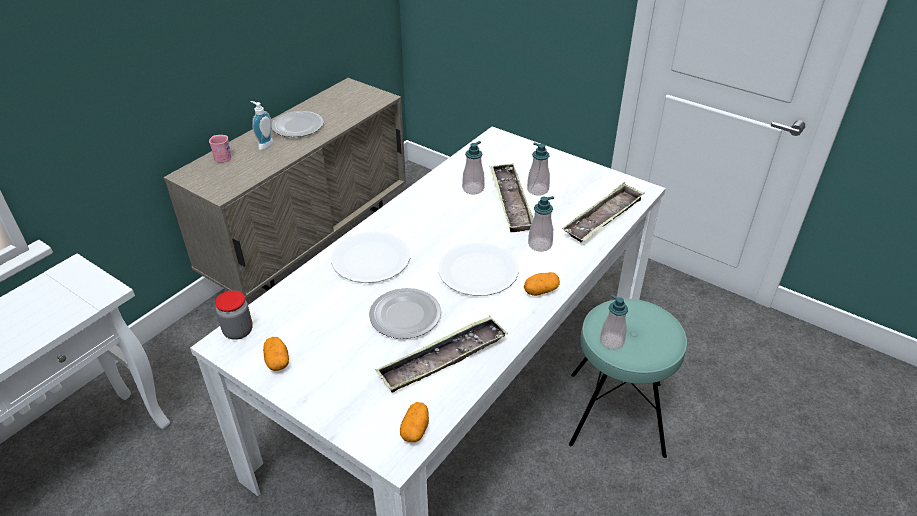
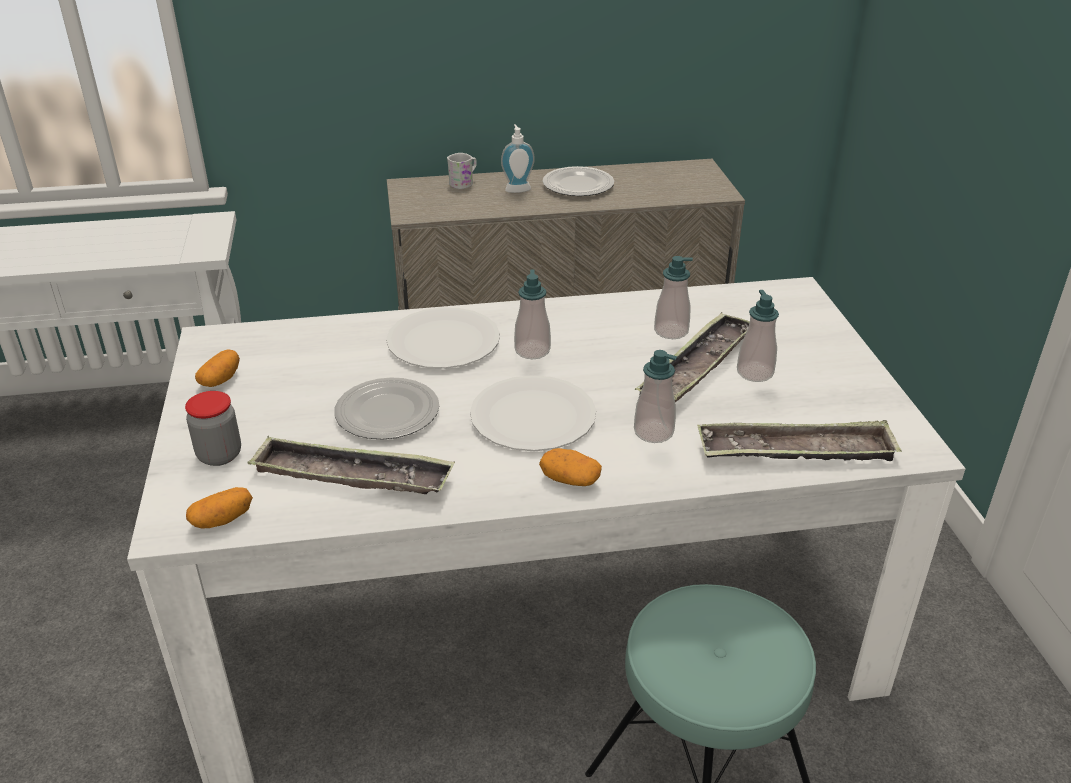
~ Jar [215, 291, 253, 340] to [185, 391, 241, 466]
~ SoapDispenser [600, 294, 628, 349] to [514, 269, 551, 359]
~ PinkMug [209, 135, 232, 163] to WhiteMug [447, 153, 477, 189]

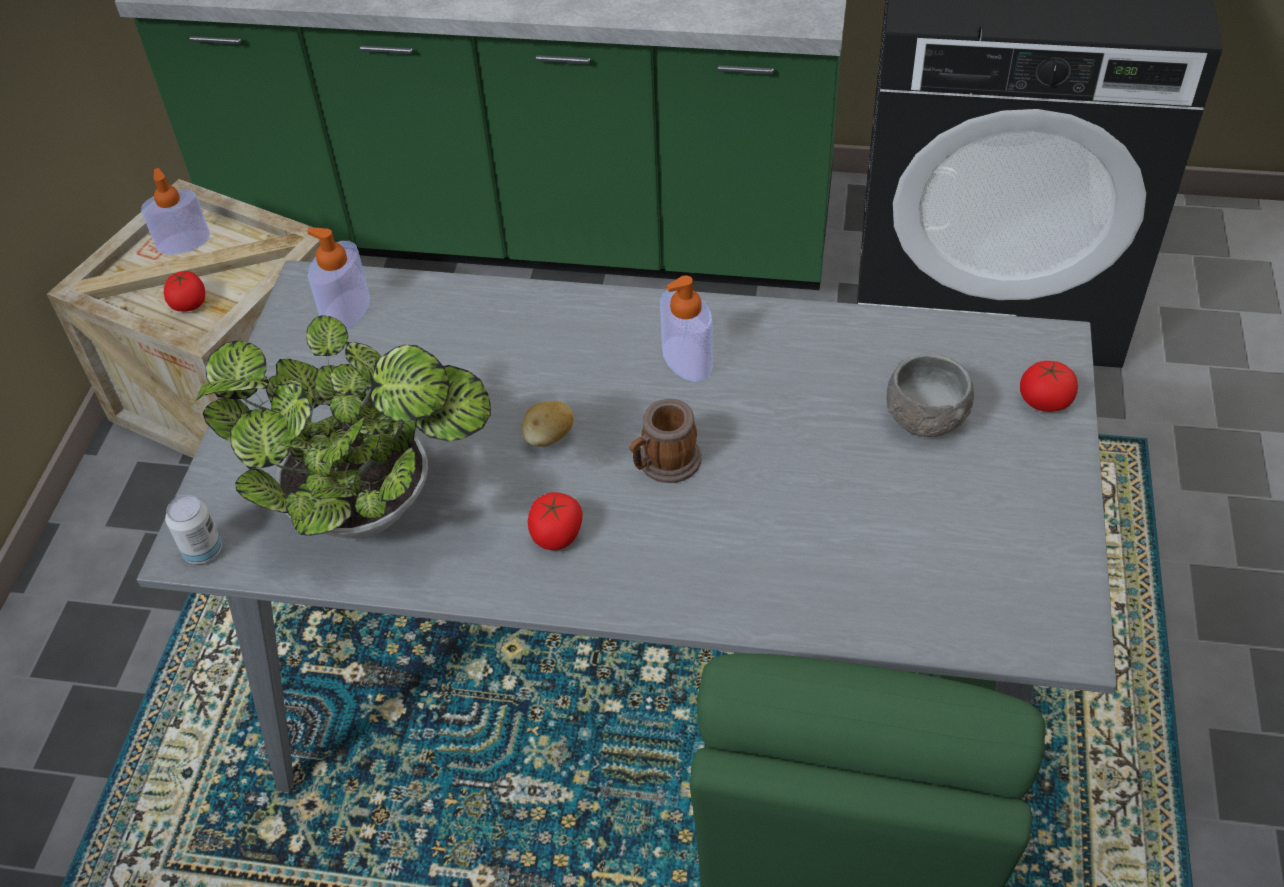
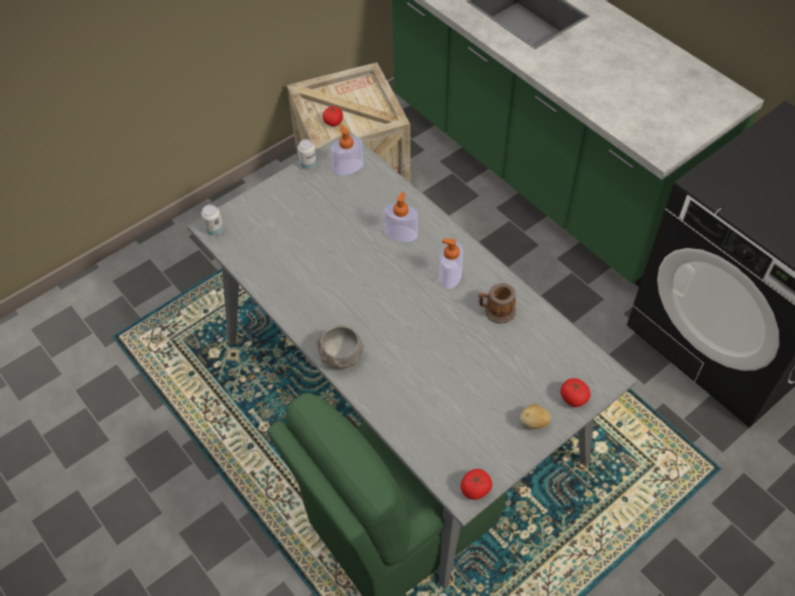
- PottedPlant [194, 315, 491, 539]
+ Can [298, 139, 317, 169]
~ SoapDispenser [141, 168, 210, 255] to [384, 192, 418, 242]
~ Potato [521, 401, 574, 447] to [520, 404, 551, 429]
~ Tomato [528, 492, 583, 550] to [461, 469, 492, 500]
~ Mug [630, 399, 702, 483] to [478, 283, 516, 324]
~ GreyBowl [887, 354, 974, 437] to [317, 325, 364, 369]

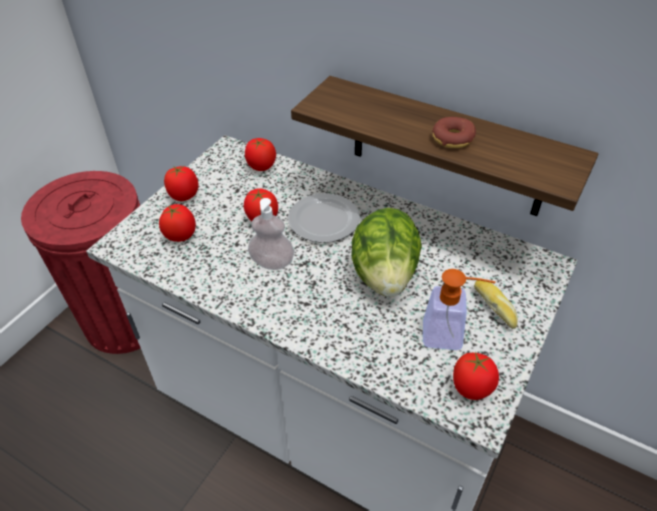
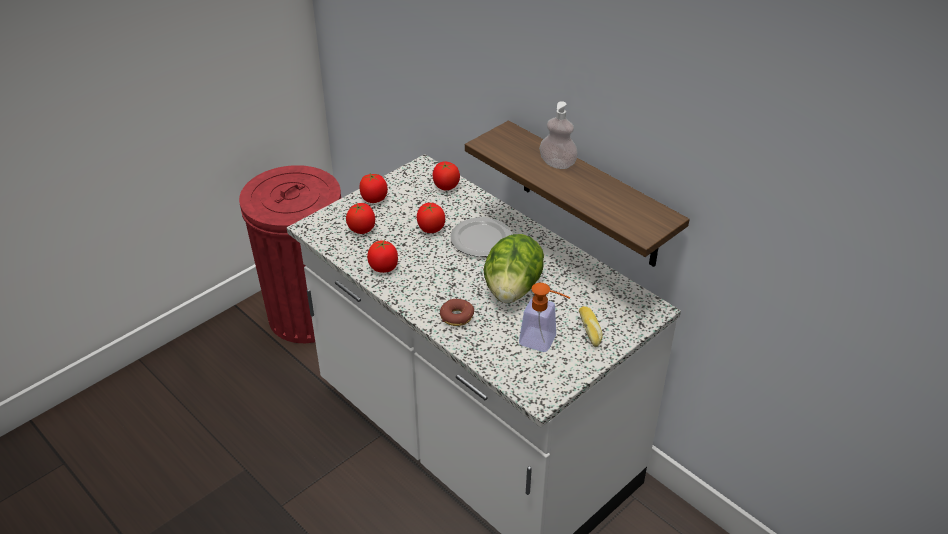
~ SoapDispenser [248, 198, 294, 270] to [539, 101, 578, 169]
~ Donut [432, 117, 476, 148] to [440, 299, 474, 326]
~ Tomato [453, 352, 499, 400] to [367, 240, 398, 273]

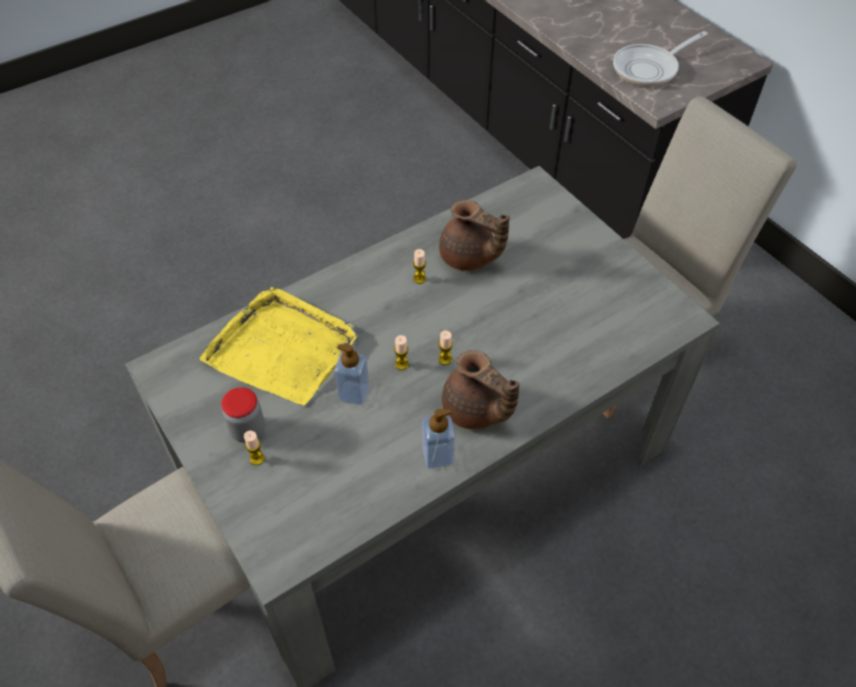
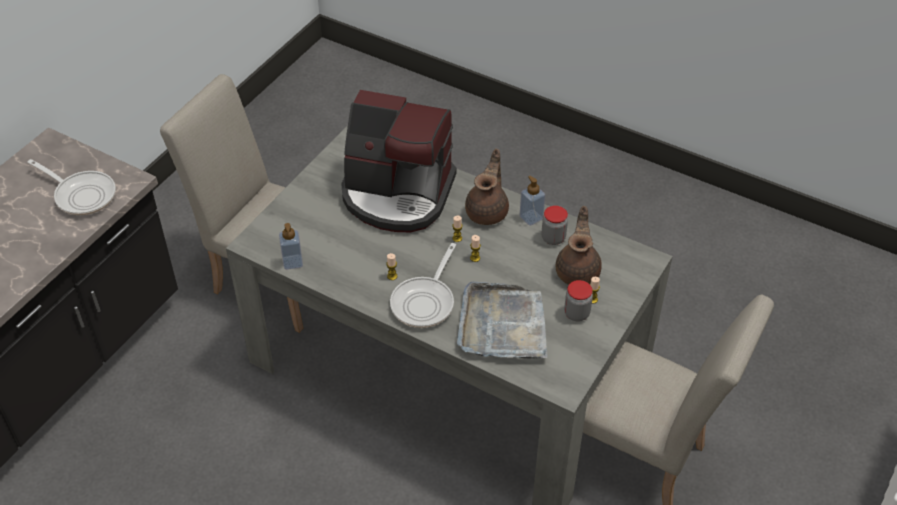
+ CoffeeMachine [341, 90, 456, 232]
+ FryingPan [390, 243, 456, 328]
+ Jar [542, 205, 568, 245]
~ SoapDispenser [334, 344, 369, 405] to [279, 223, 303, 270]
~ BrownTeapot [439, 200, 510, 271] to [556, 206, 602, 285]
~ YellowTray [200, 287, 358, 405] to GreyTray [457, 282, 548, 359]

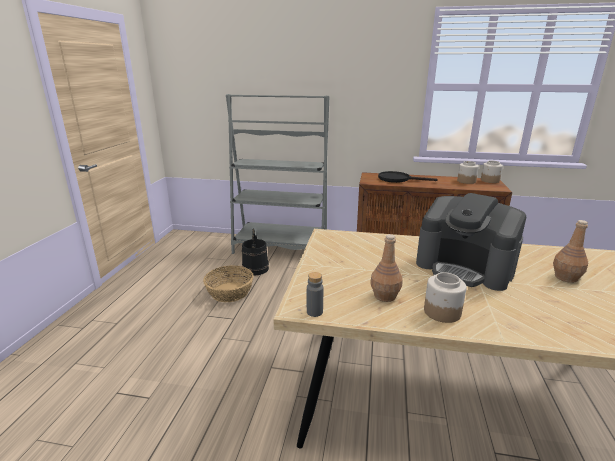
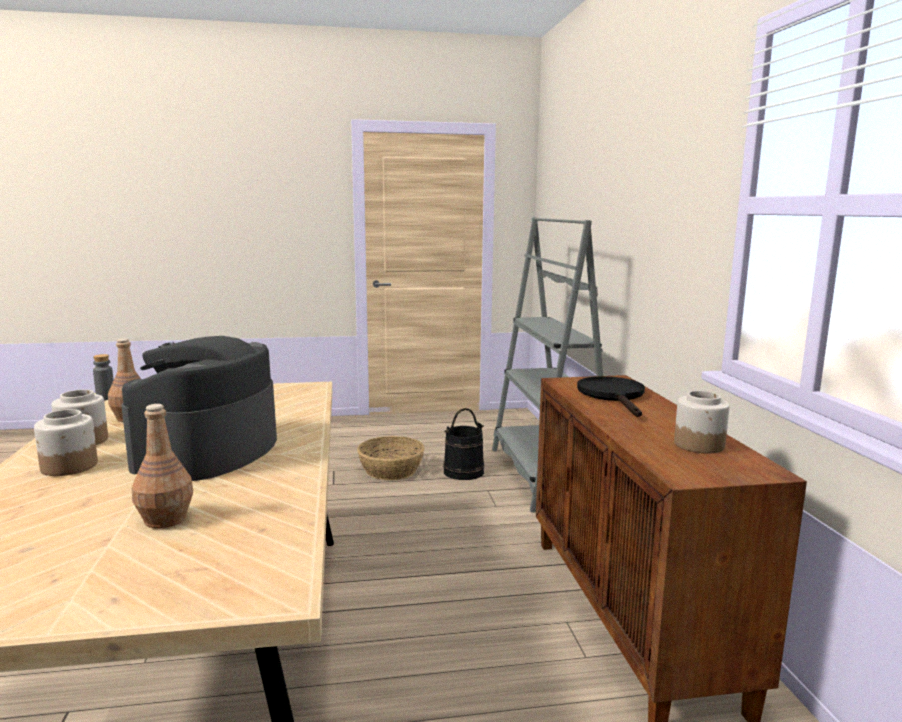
~ Jar [481, 161, 503, 183] to [34, 409, 98, 476]

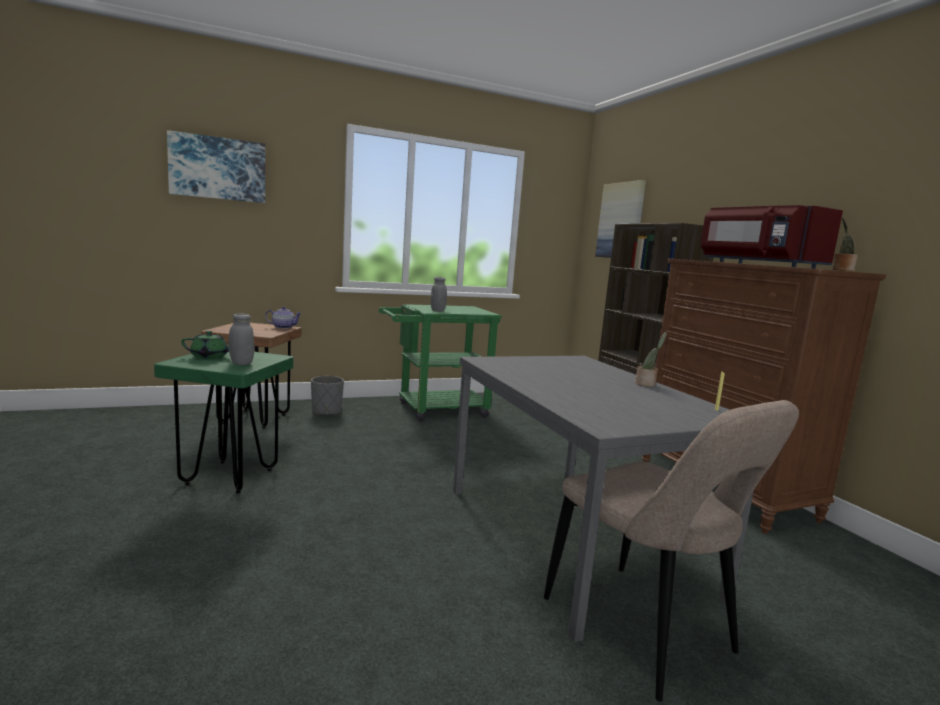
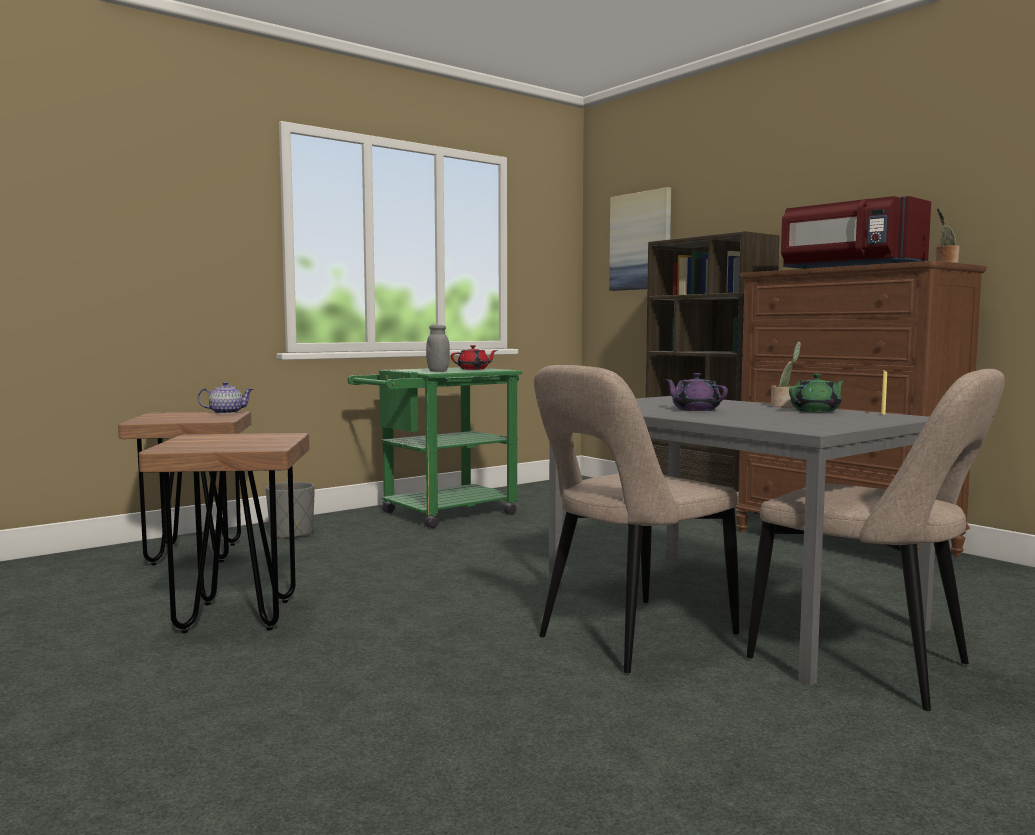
- Picture [167, 130, 265, 203]
- GreyJar [229, 314, 254, 365]
+ RedTeapot [451, 345, 497, 370]
+ BeigeChair [534, 365, 739, 673]
+ PurpleTeapot [665, 373, 728, 411]
~ GreenTeapot [181, 331, 229, 359] to [789, 374, 845, 412]
~ GreenStool [154, 352, 294, 493] to BrownStool [139, 433, 309, 633]

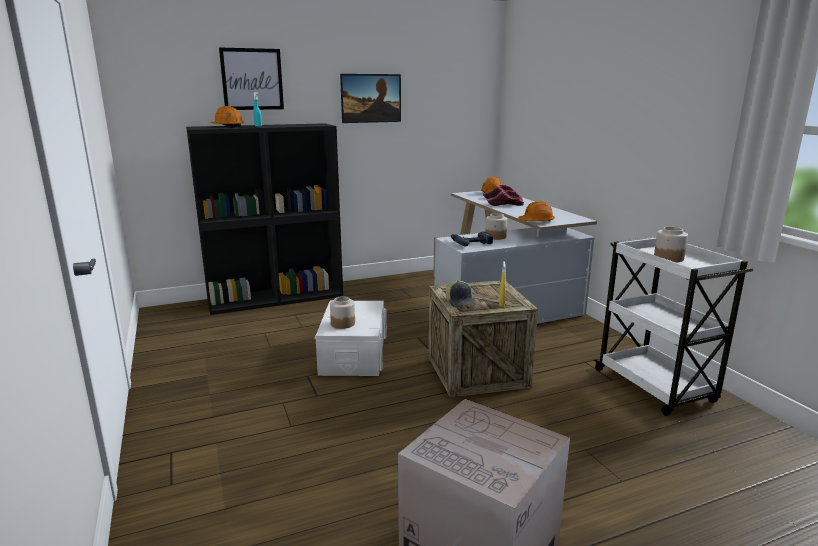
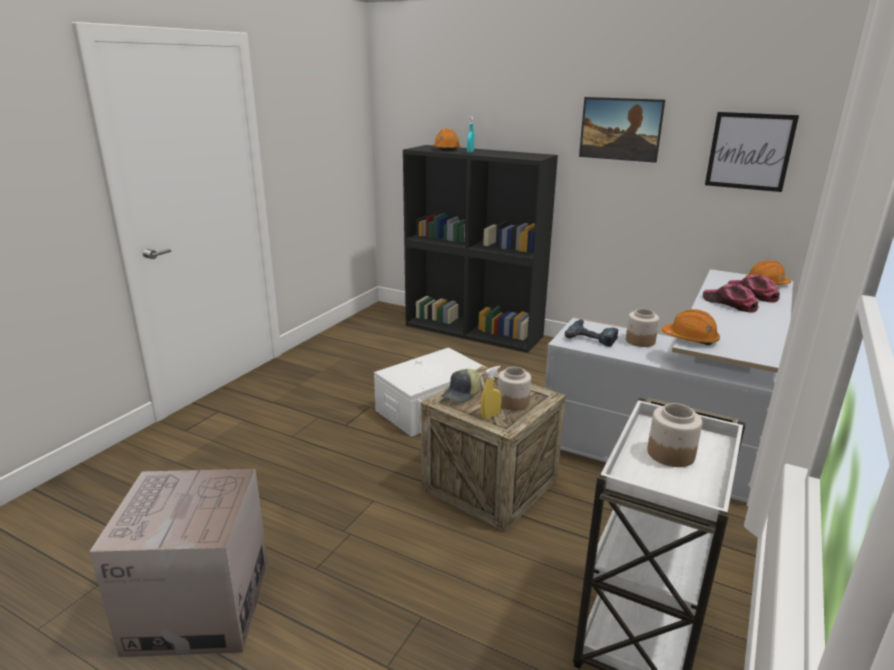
~ Picture [219, 47, 284, 110] to [705, 112, 799, 192]
~ Jar [330, 296, 355, 329] to [498, 367, 531, 411]

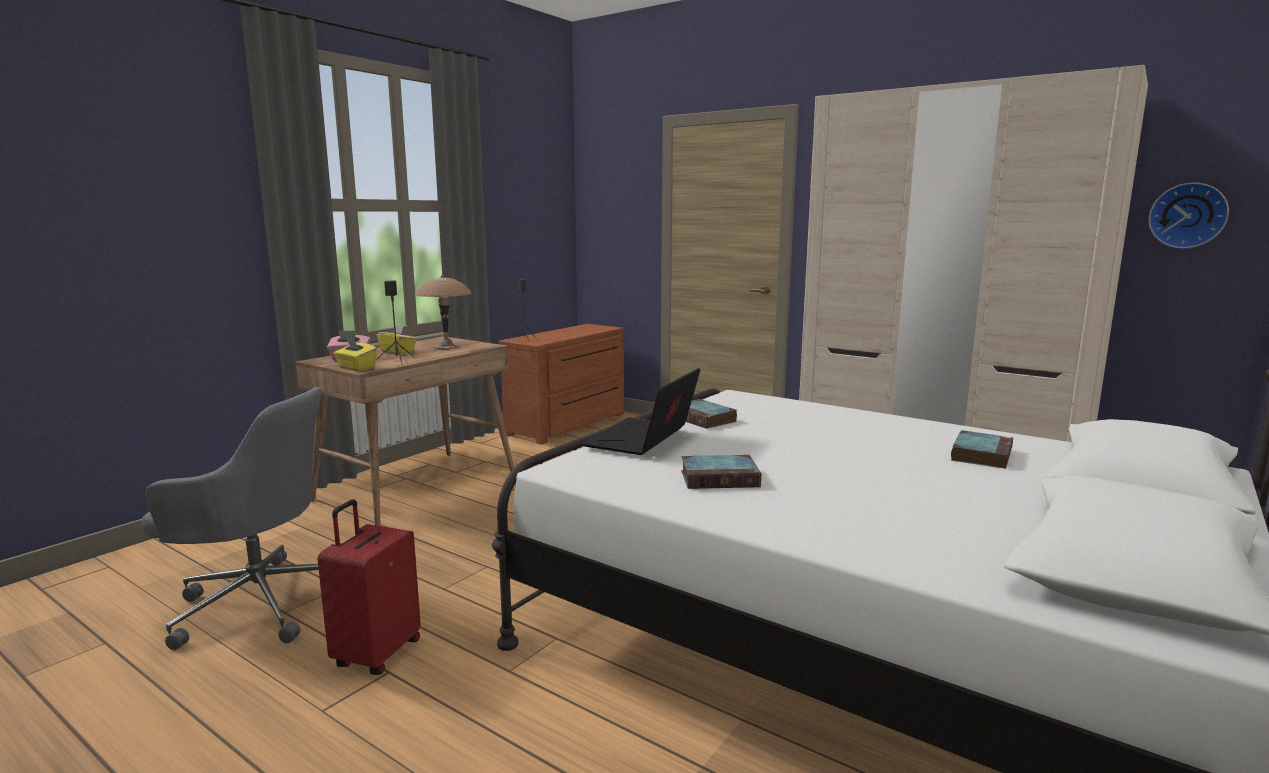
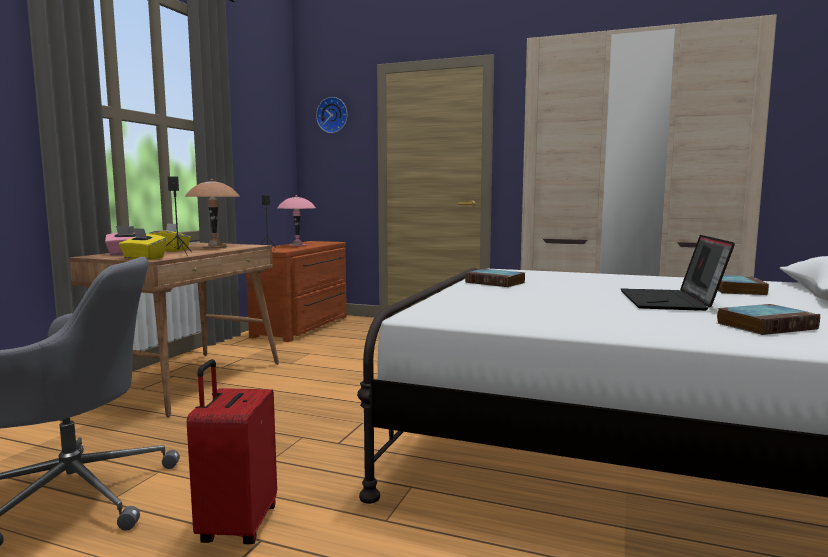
+ PinkTableLamp [277, 195, 316, 246]
~ Laptop [582, 368, 700, 455] to [621, 235, 735, 311]
~ Book [681, 455, 761, 489] to [717, 304, 820, 335]
~ WallClock [1148, 183, 1229, 249] to [316, 97, 347, 133]

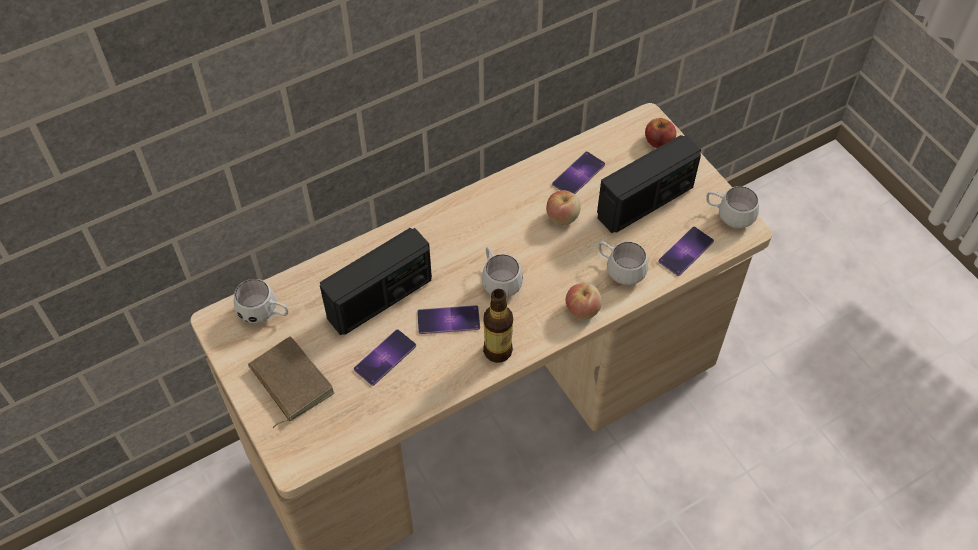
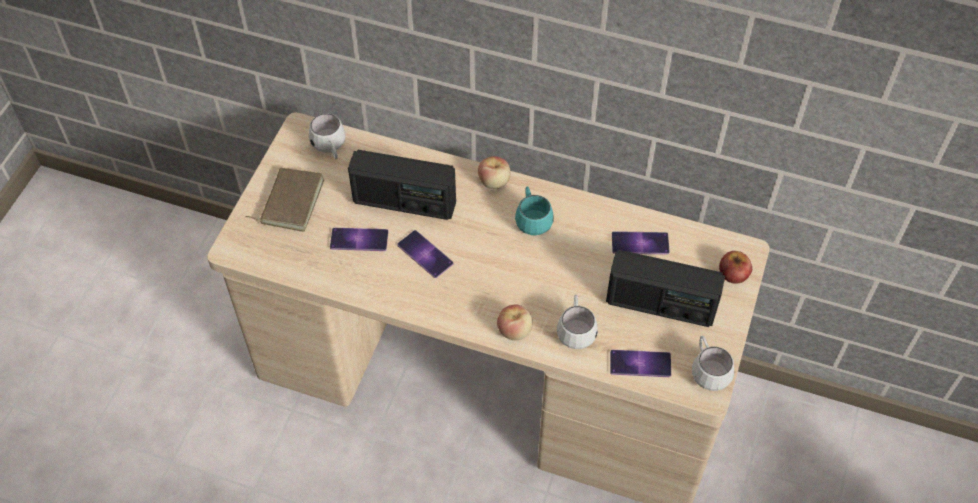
- WhiteMug [481, 247, 523, 297]
- Bottle [483, 289, 513, 363]
+ TurquoiseMug [515, 186, 554, 235]
~ Apple [546, 190, 581, 225] to [478, 156, 511, 189]

